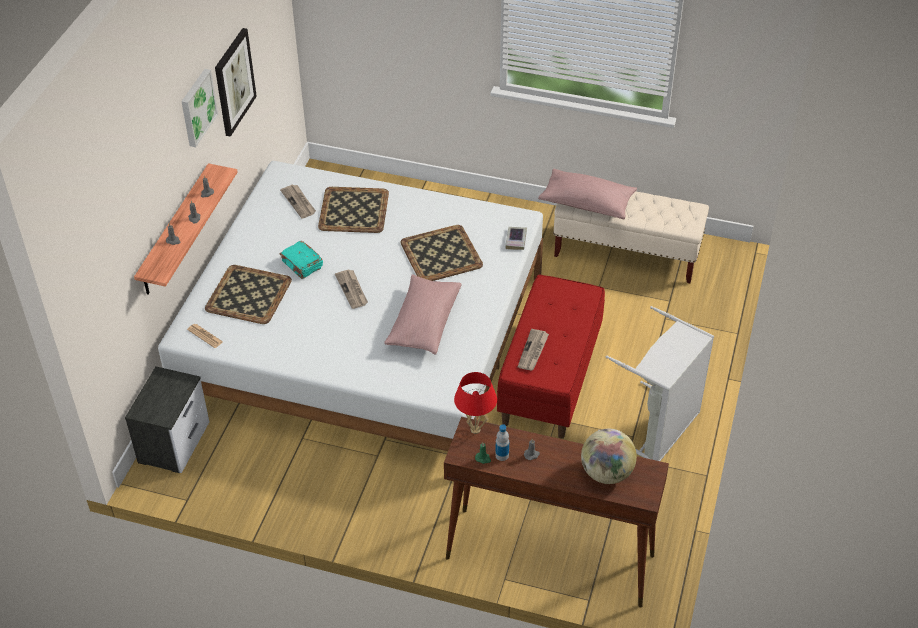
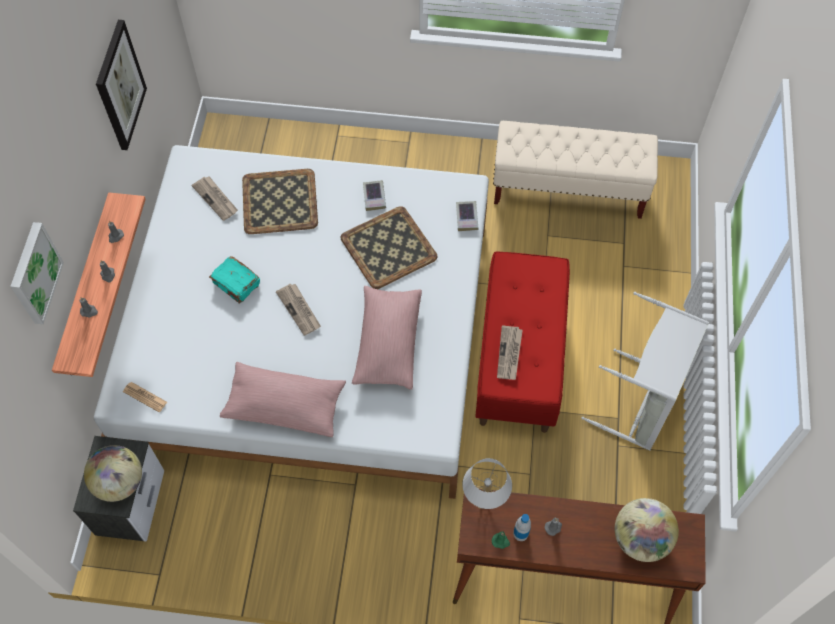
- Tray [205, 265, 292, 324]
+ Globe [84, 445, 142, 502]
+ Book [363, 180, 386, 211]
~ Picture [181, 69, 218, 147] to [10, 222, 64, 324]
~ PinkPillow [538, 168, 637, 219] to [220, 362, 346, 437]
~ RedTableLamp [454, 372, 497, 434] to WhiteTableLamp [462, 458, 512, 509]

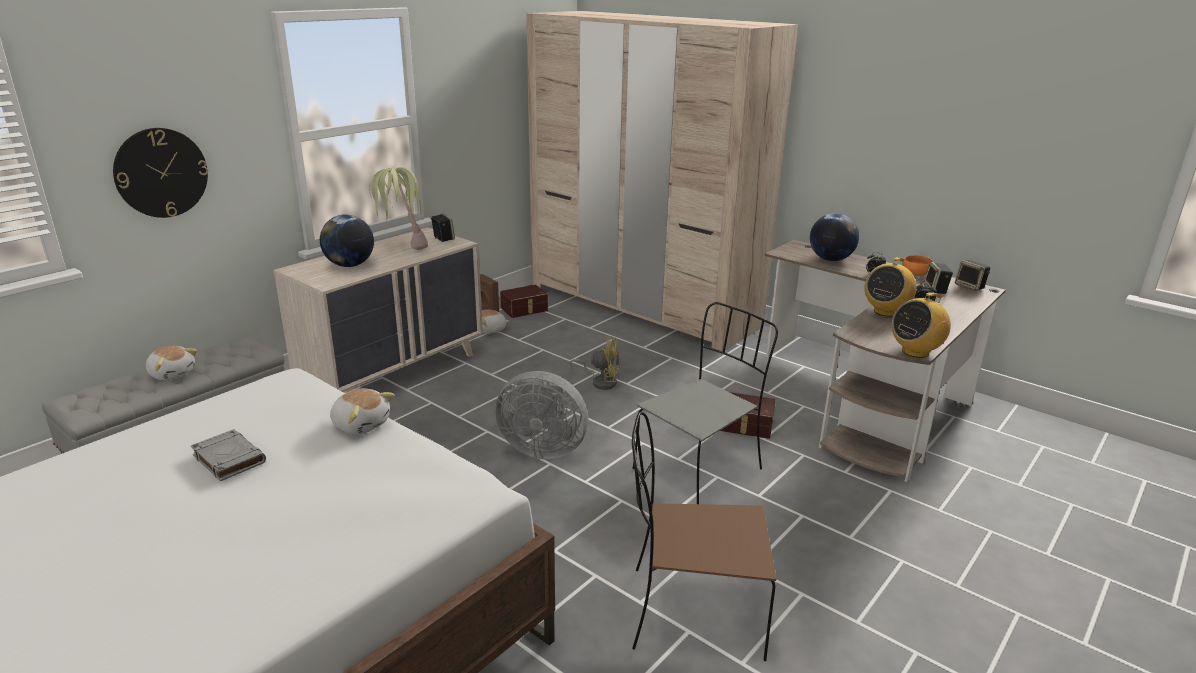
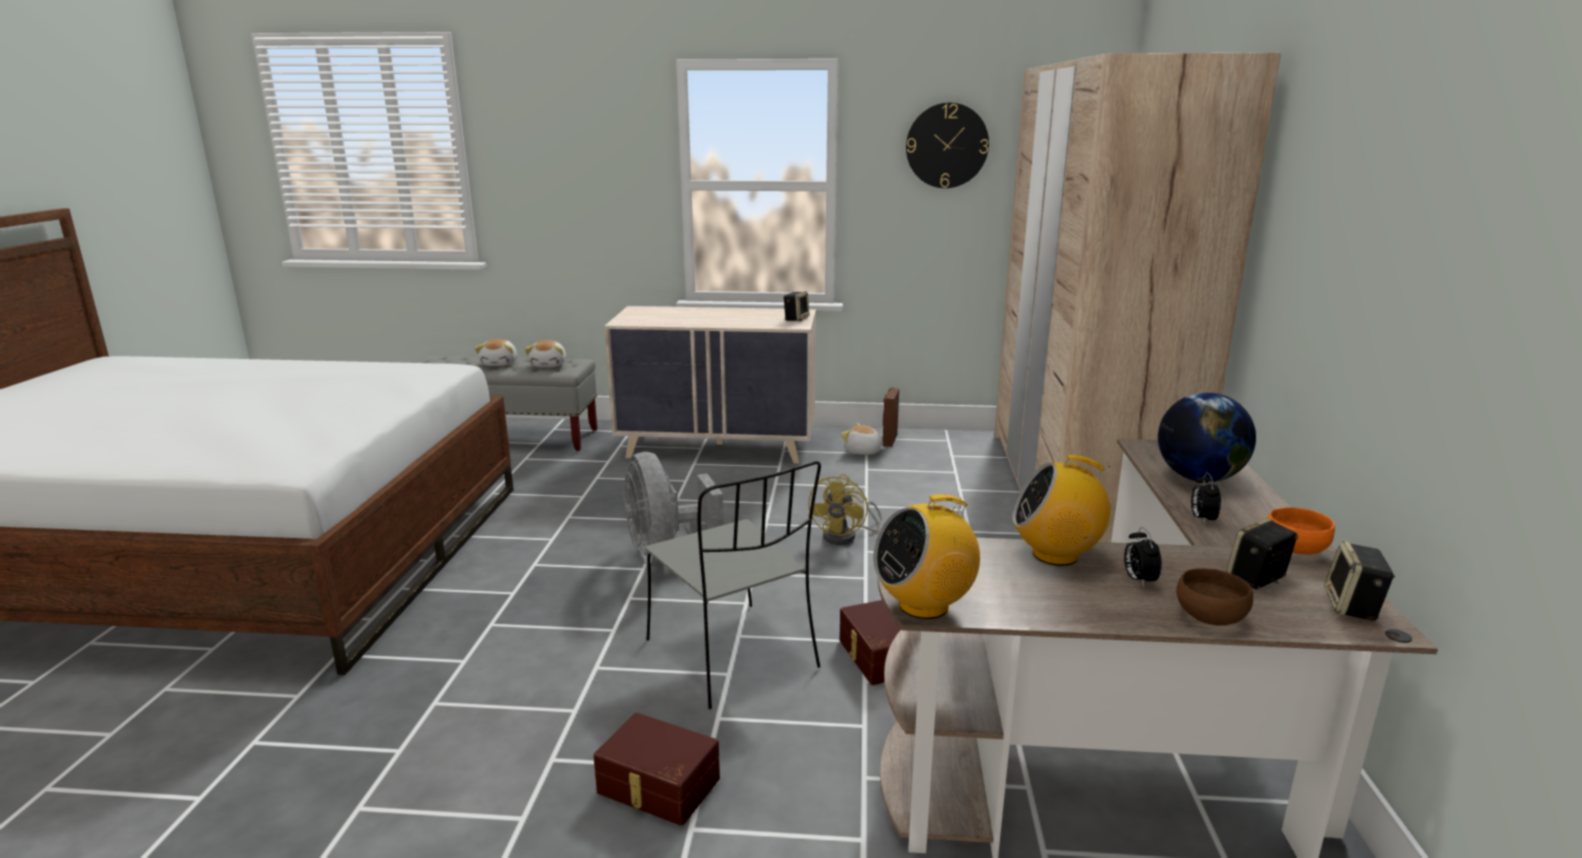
- GreyBook [191, 429, 266, 481]
- Globe [320, 214, 374, 267]
- PottedPlant [369, 167, 428, 250]
- BrownChair [632, 412, 777, 661]
+ BrownBowl [1176, 568, 1253, 625]
~ WallClock [113, 128, 208, 218] to [906, 102, 989, 188]
~ PlushToy [330, 389, 395, 435] to [525, 340, 566, 367]
~ BrownStorageBox [500, 285, 548, 318] to [593, 712, 720, 826]
~ YellowFan [569, 336, 620, 390] = [808, 474, 882, 545] 45 degrees clockwise
~ GreyChair [633, 302, 778, 504] = [645, 461, 821, 709] 45 degrees clockwise
~ Radio [892, 292, 951, 358] = [873, 494, 980, 619] 45 degrees counterclockwise

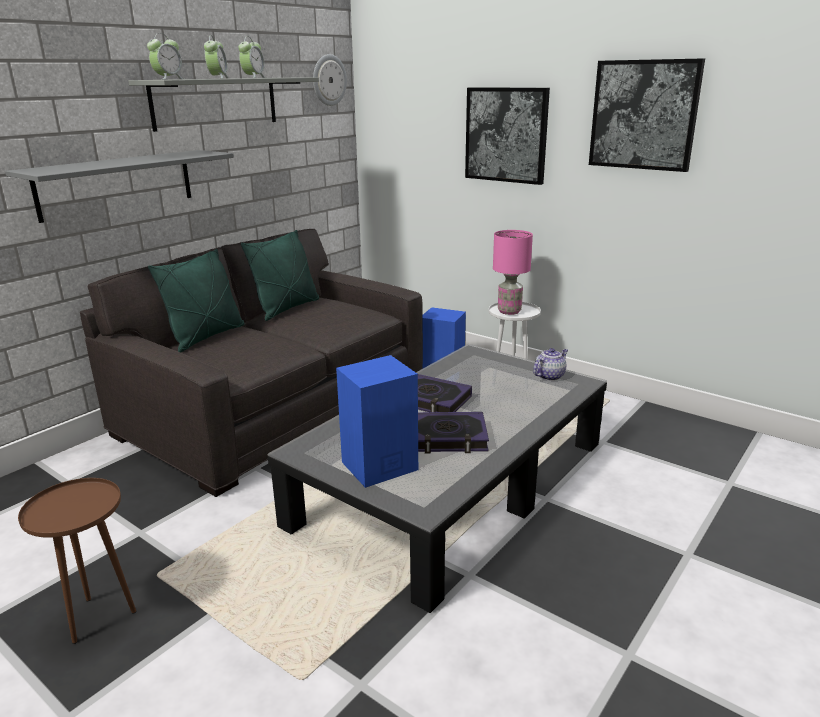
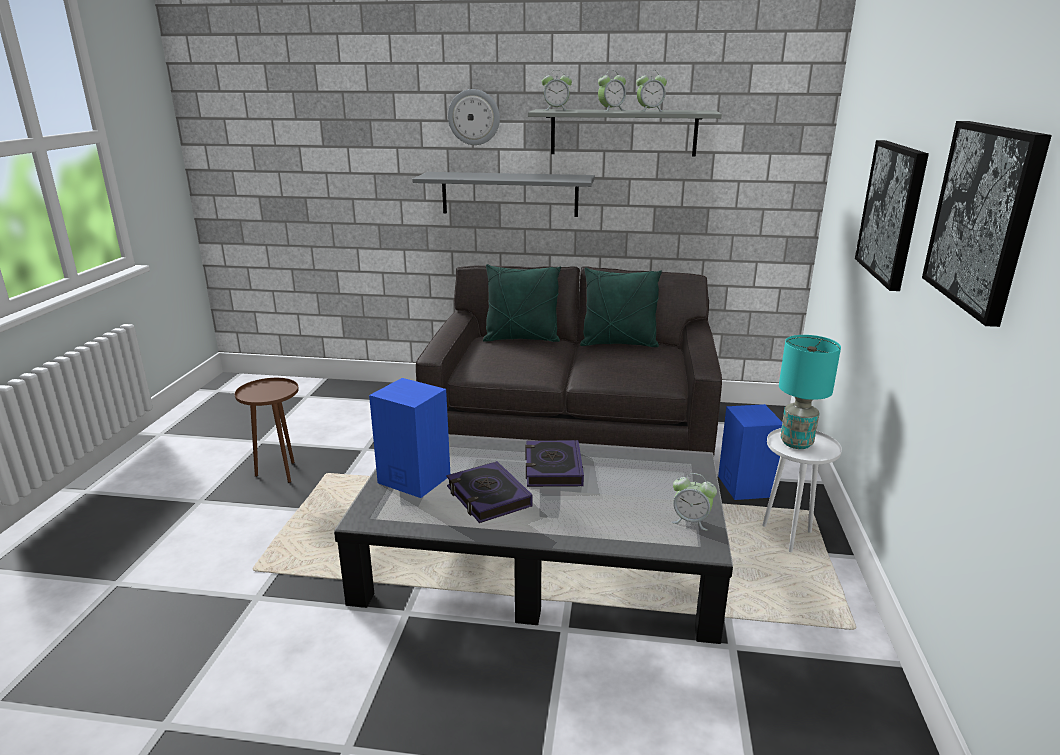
~ WallClock [313, 54, 347, 106] to [448, 89, 500, 145]
~ Teapot [533, 348, 568, 381] to AlarmClock [671, 473, 717, 531]
~ PinkTableLamp [493, 230, 533, 315] to TurquoiseTableLamp [779, 335, 841, 449]

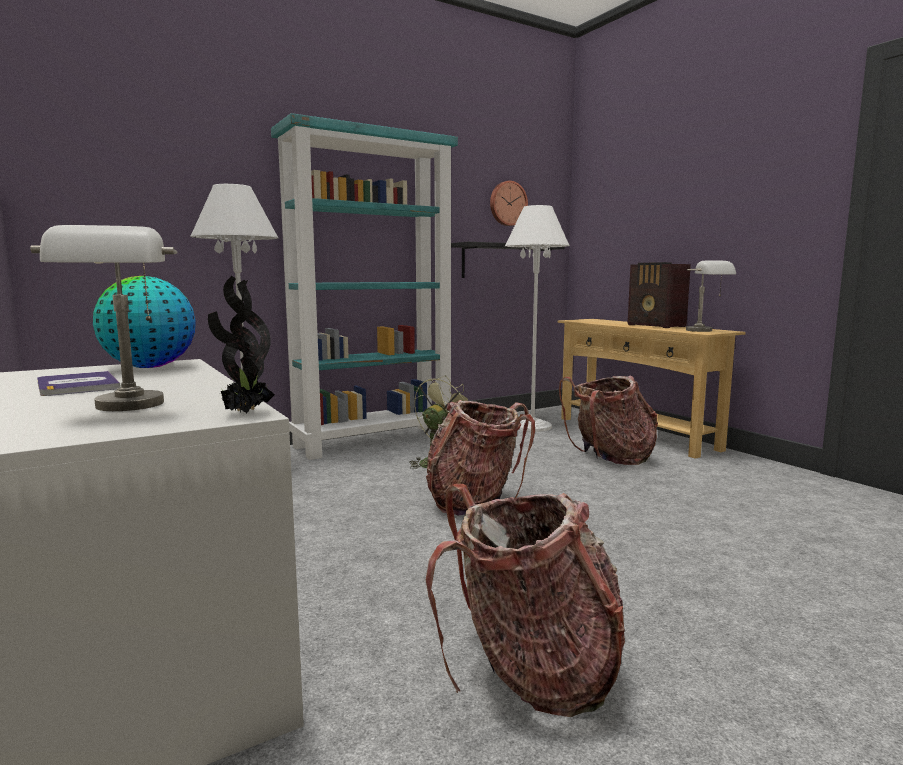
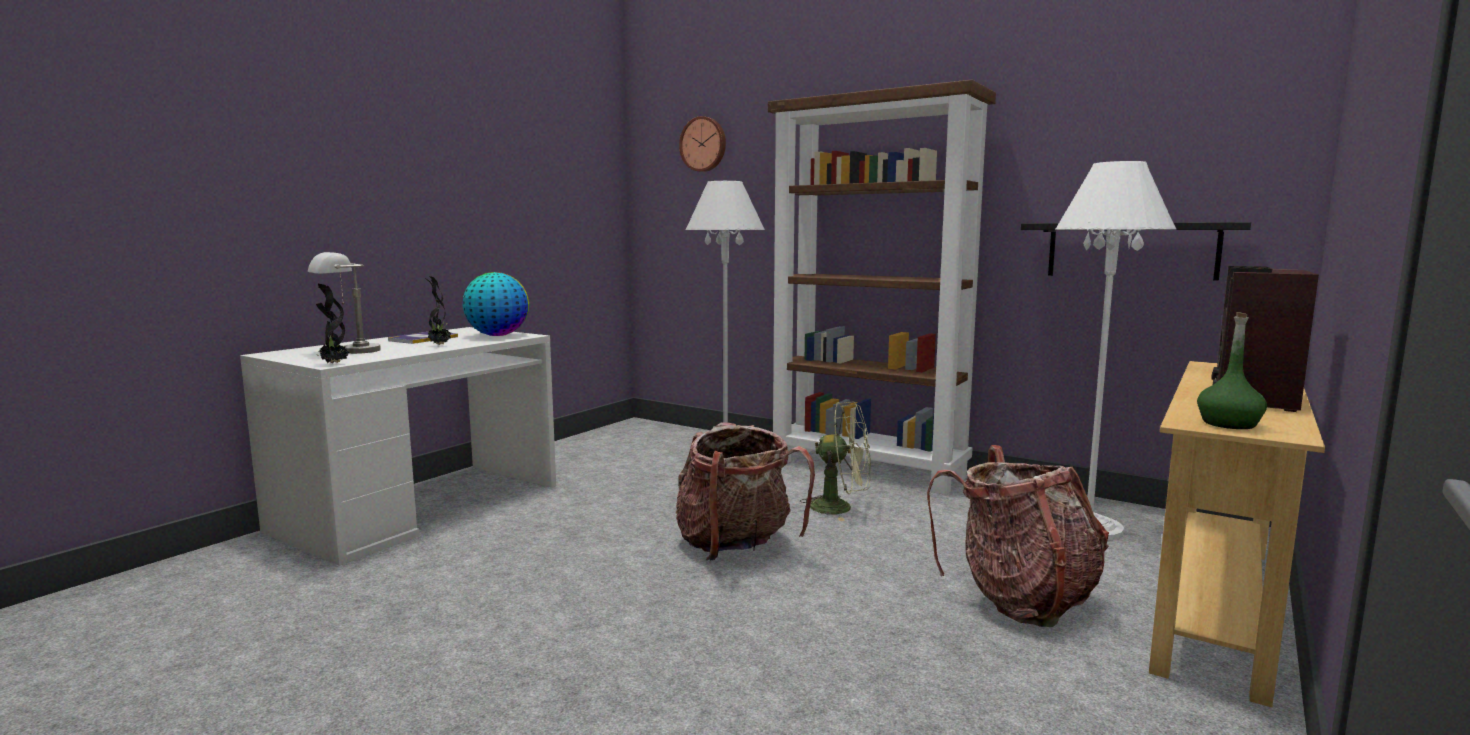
- Backpack [426, 484, 625, 717]
+ PottedPlant [425, 276, 451, 345]
~ WallClock [490, 181, 528, 226] to [679, 116, 726, 172]
~ GreyTableLamp [686, 260, 736, 332] to GreenBottle [1197, 312, 1267, 429]
~ TurquoiseBookcase [271, 113, 458, 460] to BrownBookcase [768, 80, 996, 495]

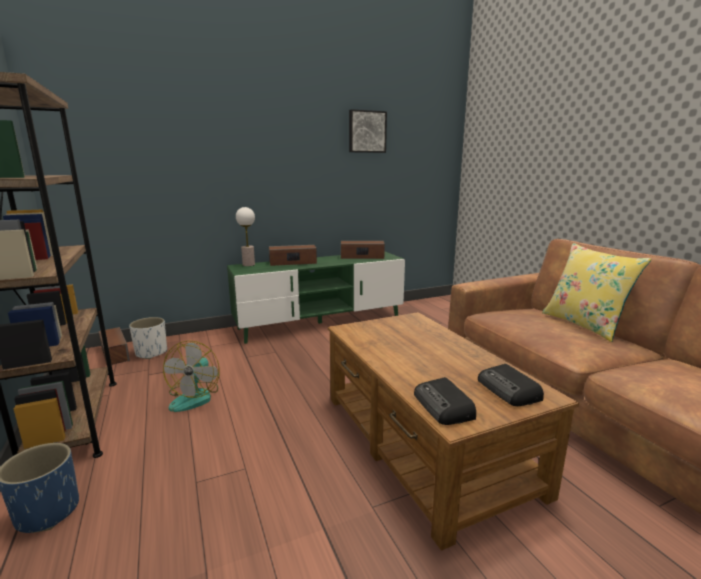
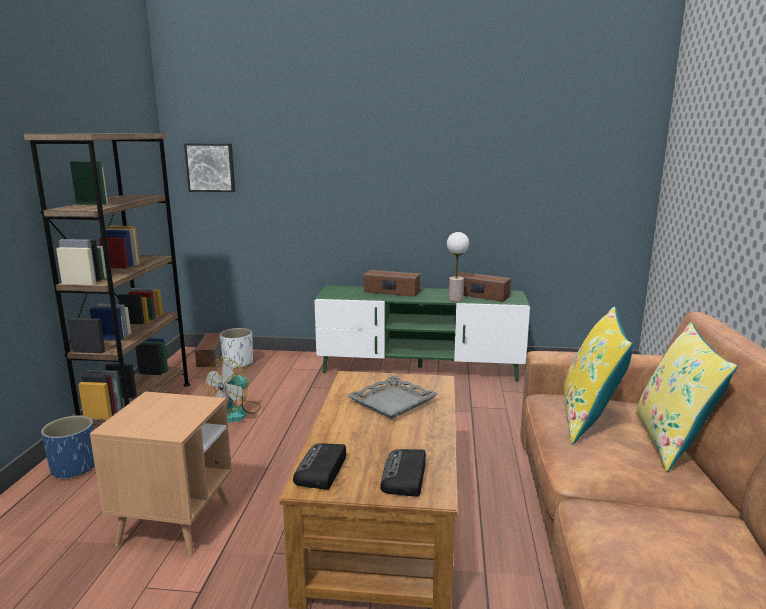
+ BrownSideTable [90, 391, 232, 556]
+ GreyTray [347, 375, 438, 419]
+ YellowPillow [564, 307, 633, 444]
~ TableLamp [236, 207, 255, 266] to [447, 232, 469, 302]
~ Picture [349, 109, 387, 153] to [184, 144, 235, 192]

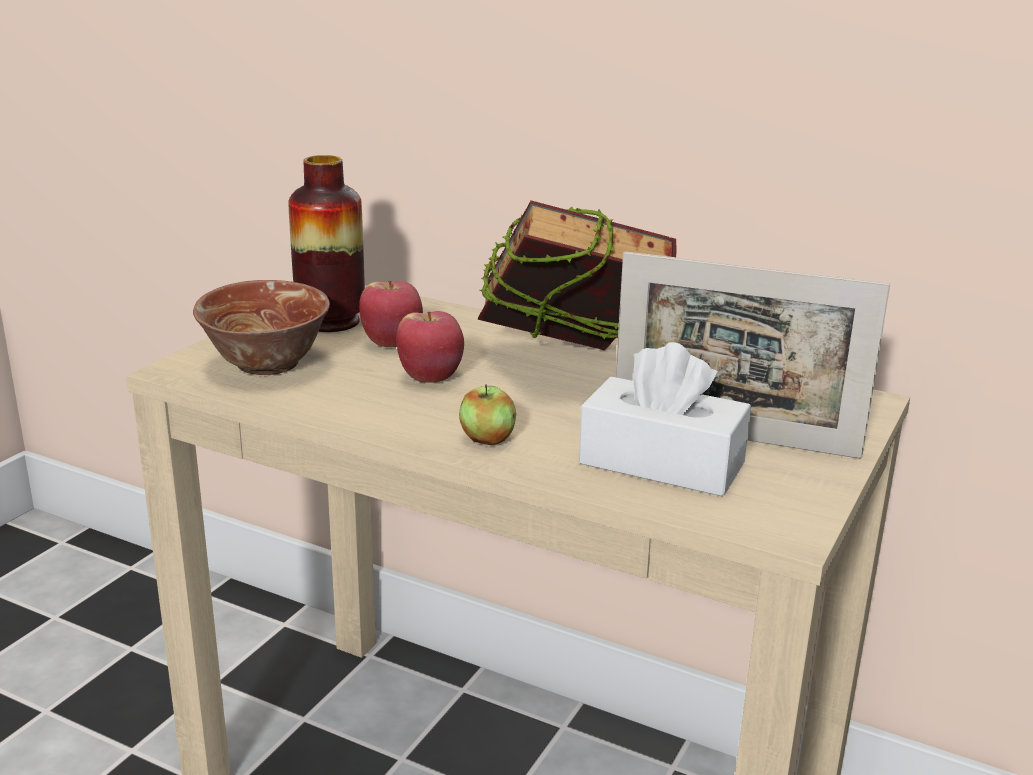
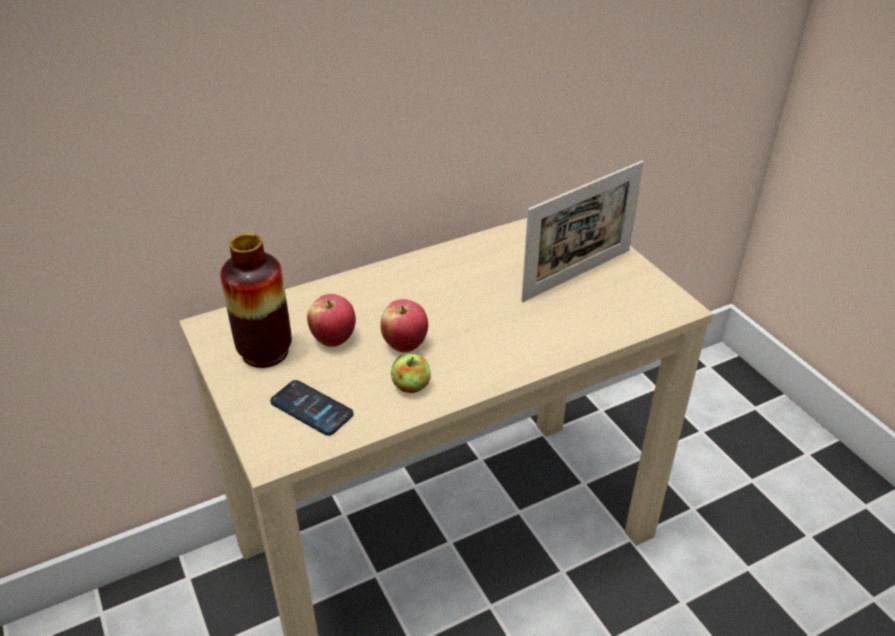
- Book [478, 201, 677, 350]
- WhiteTissueBox [579, 342, 751, 497]
~ Apple [459, 384, 516, 445] to [391, 354, 431, 393]
~ Bowl [193, 280, 330, 375] to Phone [270, 380, 354, 436]

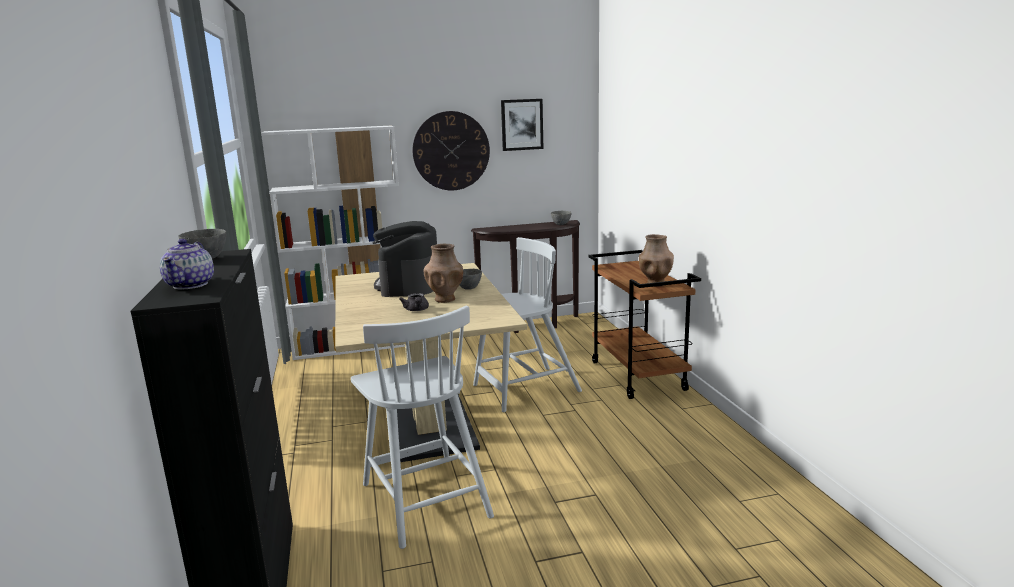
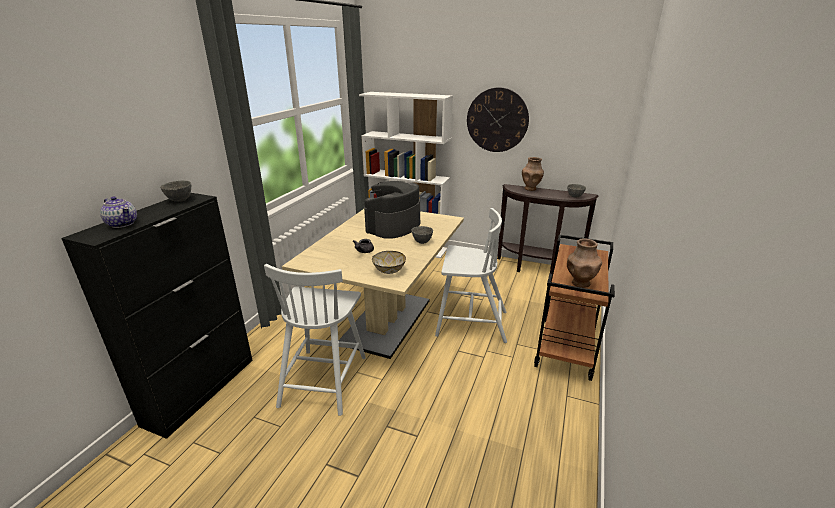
- Picture [501, 99, 543, 151]
+ Bowl [372, 251, 406, 274]
~ BrownVase [424, 244, 463, 303] to [522, 157, 544, 191]
~ Teapot [160, 239, 214, 289] = [100, 196, 137, 228] 90 degrees counterclockwise

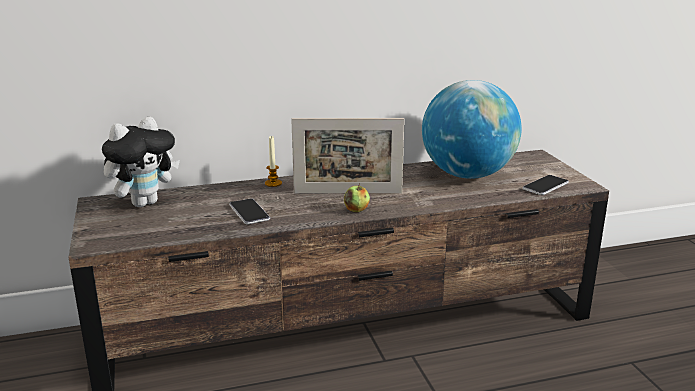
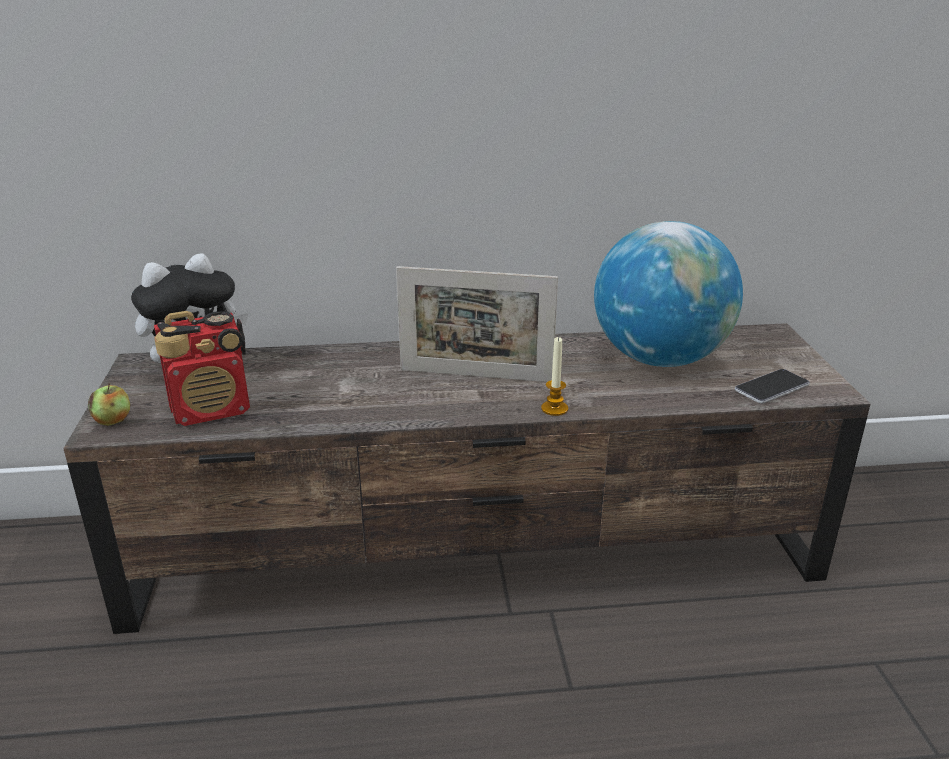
- Phone [229, 199, 270, 224]
+ Radio [154, 311, 250, 426]
~ Candle [265, 135, 282, 187] to [541, 336, 568, 416]
~ Apple [344, 183, 370, 212] to [88, 383, 130, 426]

